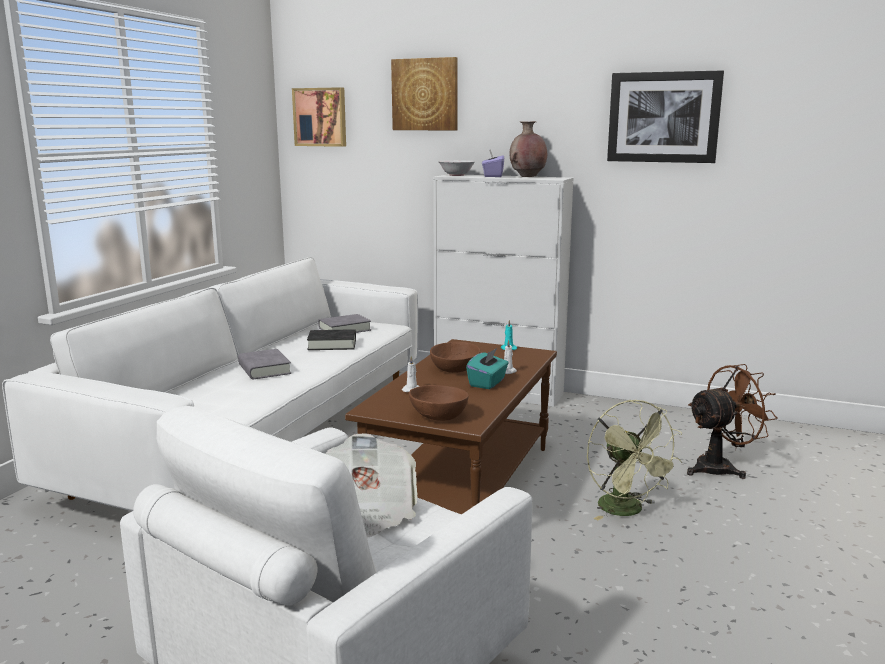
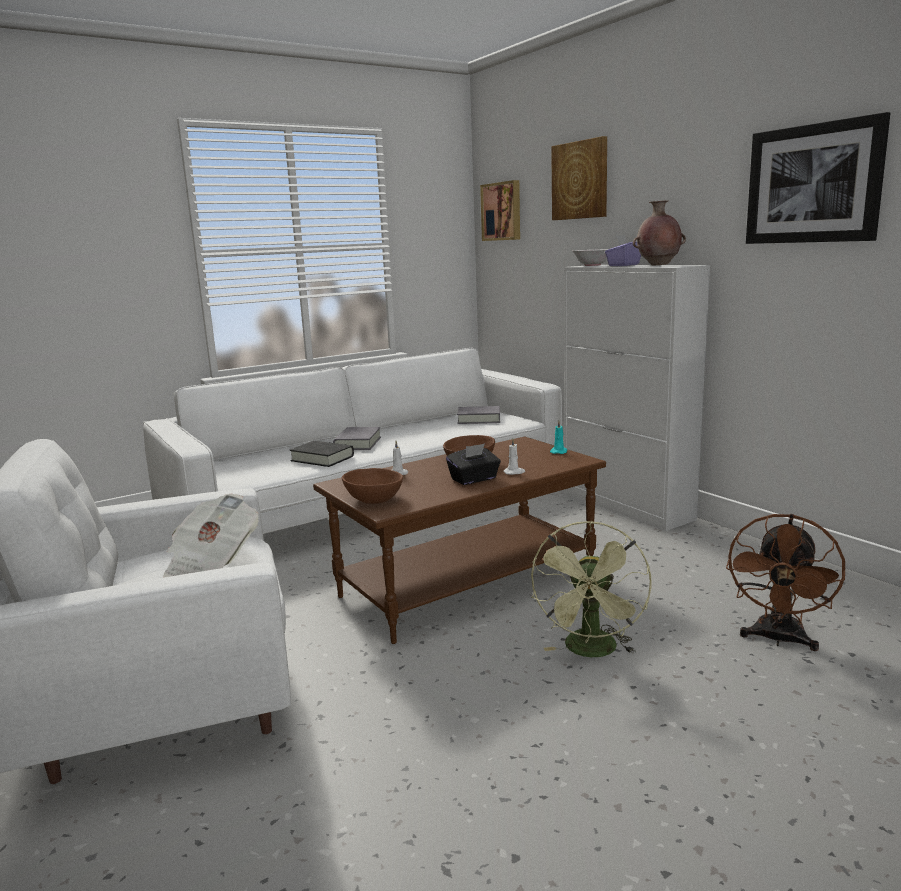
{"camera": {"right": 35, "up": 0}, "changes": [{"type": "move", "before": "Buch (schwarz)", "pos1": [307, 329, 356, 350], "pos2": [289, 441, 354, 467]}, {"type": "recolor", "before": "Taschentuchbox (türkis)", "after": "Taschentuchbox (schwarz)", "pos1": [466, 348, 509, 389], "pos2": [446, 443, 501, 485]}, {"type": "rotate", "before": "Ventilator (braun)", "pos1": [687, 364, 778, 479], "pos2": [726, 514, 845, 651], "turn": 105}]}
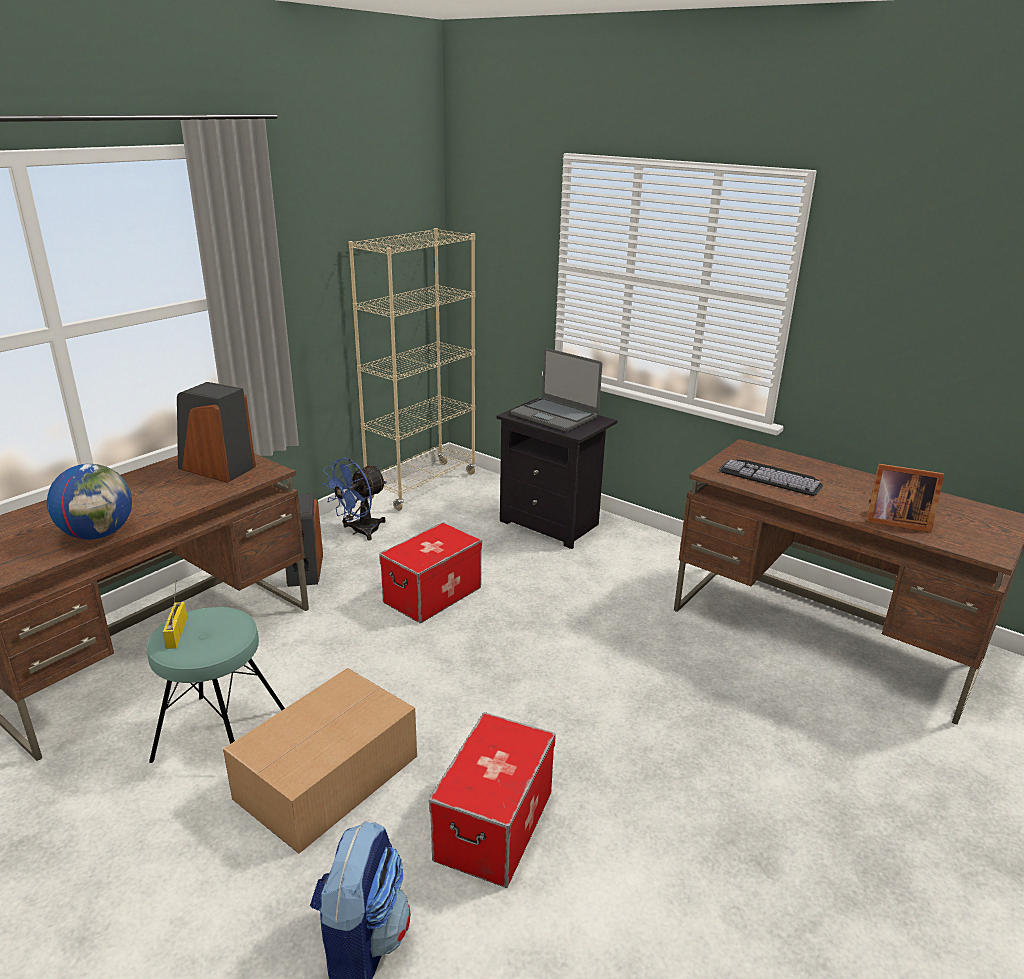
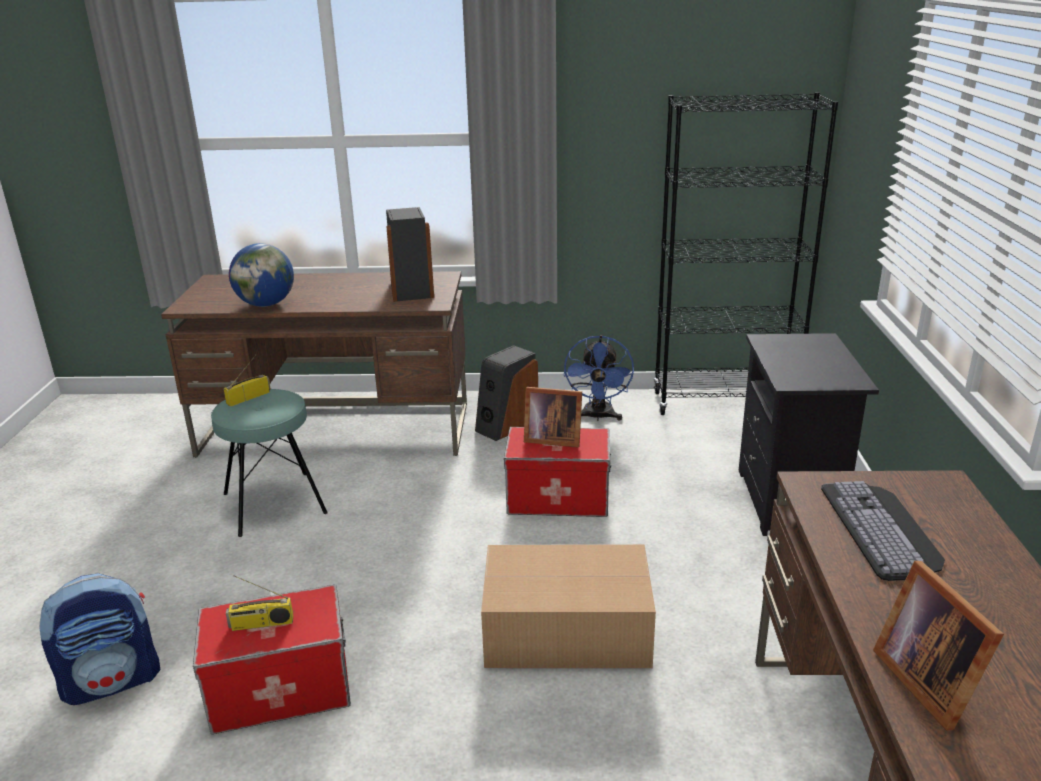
{"camera": {"right": 55, "up": 0}, "changes": [{"type": "recolor", "before": "Bücherregal (beige)", "after": "Bücherregal (schwarz)", "pos1": [349, 228, 476, 511], "pos2": [654, 92, 838, 415]}, {"type": "delete", "before": "Laptop", "pos1": [511, 348, 602, 432]}, {"type": "rotate", "before": "Ventilator (blau)", "pos1": [322, 458, 387, 541], "pos2": [564, 335, 634, 421], "turn": -90}, {"type": "move", "before": "Karton", "pos1": [223, 668, 417, 853], "pos2": [481, 544, 656, 668]}, {"type": "insert", "after": "Bilderrahmen", "pos2": [524, 387, 582, 448]}, {"type": "insert", "after": "Radio", "pos2": [226, 575, 293, 631]}]}
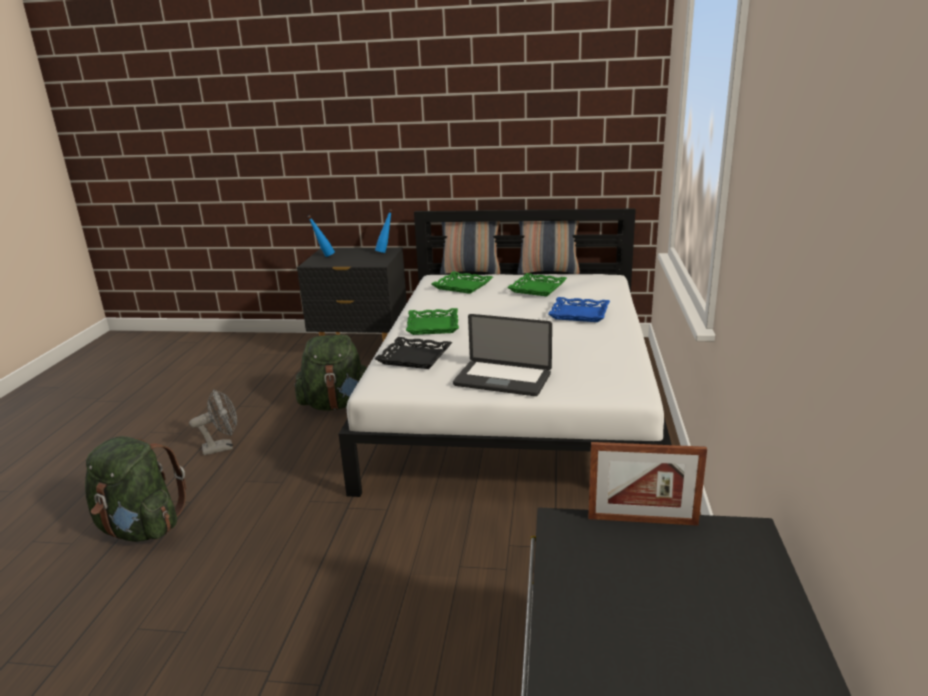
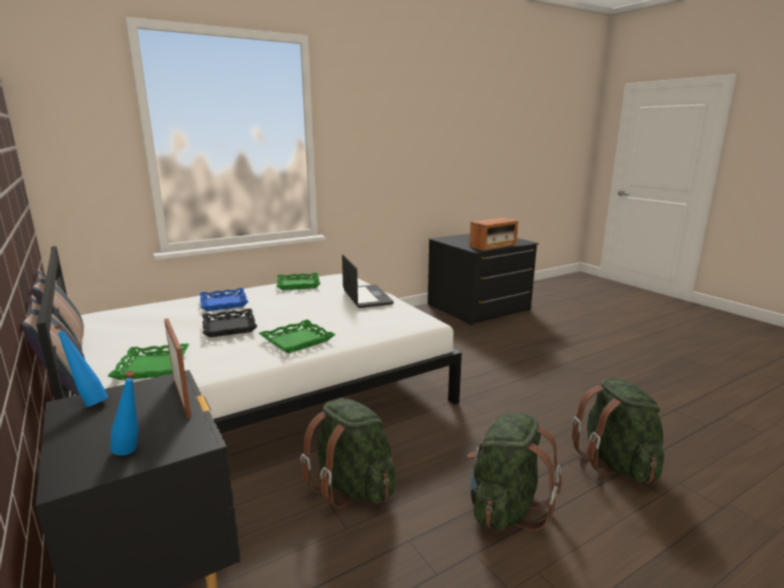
{"camera": {"right": -130, "up": -5}, "changes": [{"type": "move", "before": "Tablett (grün)", "pos1": [507, 273, 567, 296], "pos2": [277, 273, 321, 290]}, {"type": "move", "before": "Tablett (schwarz)", "pos1": [374, 337, 453, 369], "pos2": [202, 309, 257, 337]}, {"type": "replace", "before": "Ventilator (grau)", "after": "Rucksack (grün)", "pos1": [189, 390, 237, 455], "pos2": [467, 413, 562, 531]}, {"type": "move", "before": "Bilderrahmen", "pos1": [588, 442, 707, 526], "pos2": [164, 318, 191, 418]}, {"type": "insert", "after": "Radio", "pos2": [469, 218, 518, 251]}]}
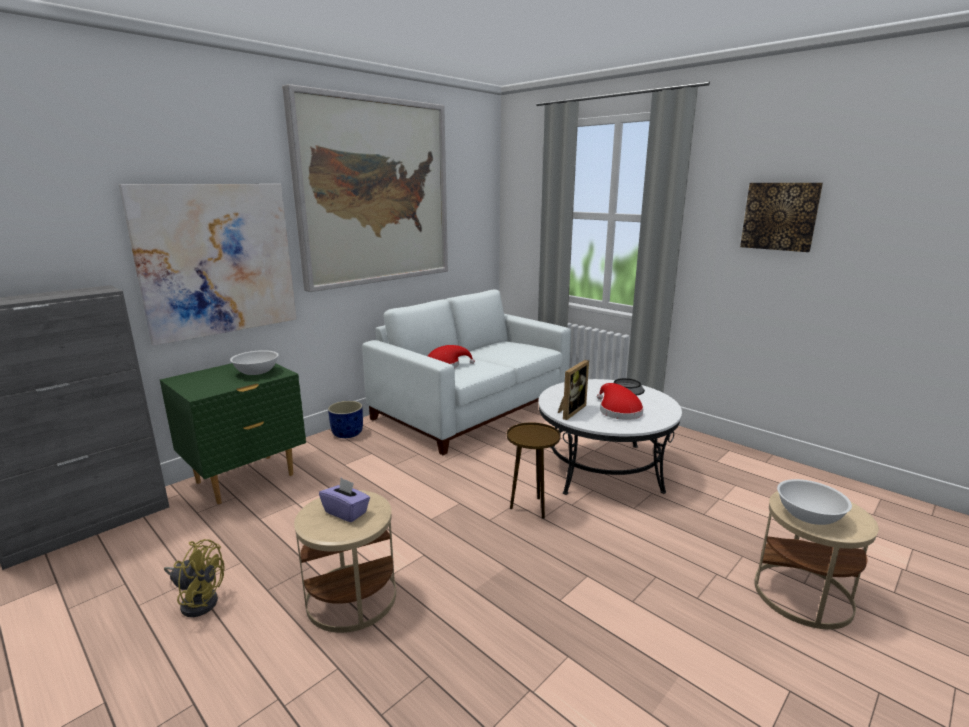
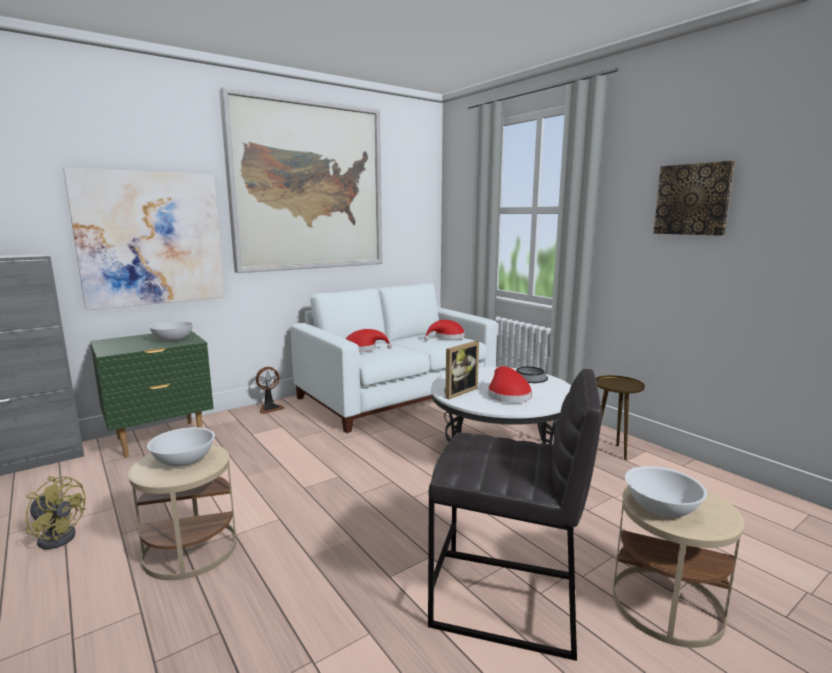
{"camera": {"right": 10, "up": -5}, "changes": [{"type": "replace", "before": "Pflanzkübel (blau)", "after": "Ventilator", "pos1": [328, 401, 363, 438], "pos2": [256, 367, 284, 414]}, {"type": "move", "before": "Beistelltisch (braun)", "pos1": [507, 422, 561, 519], "pos2": [596, 375, 645, 460]}, {"type": "replace", "before": "Taschentuchbox (lila)", "after": "Schüssel (weiß)", "pos1": [319, 478, 370, 522], "pos2": [147, 427, 215, 467]}, {"type": "insert", "after": "Hut (rot)", "pos2": [424, 320, 465, 340]}, {"type": "insert", "after": "Hocker (grau)", "pos2": [428, 369, 602, 661]}]}
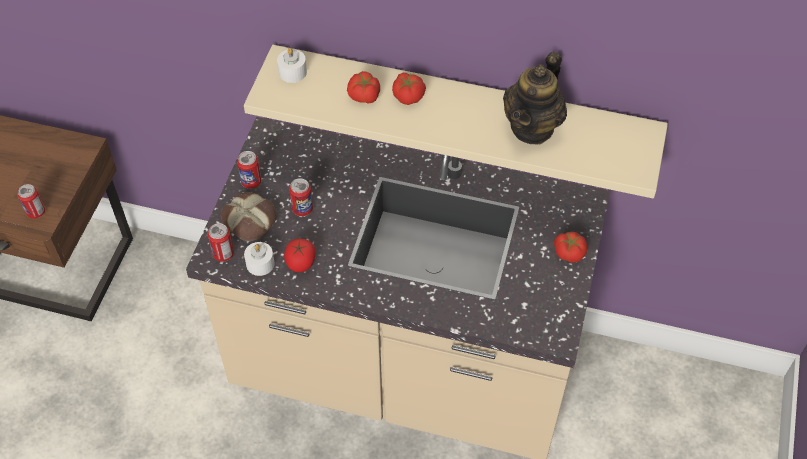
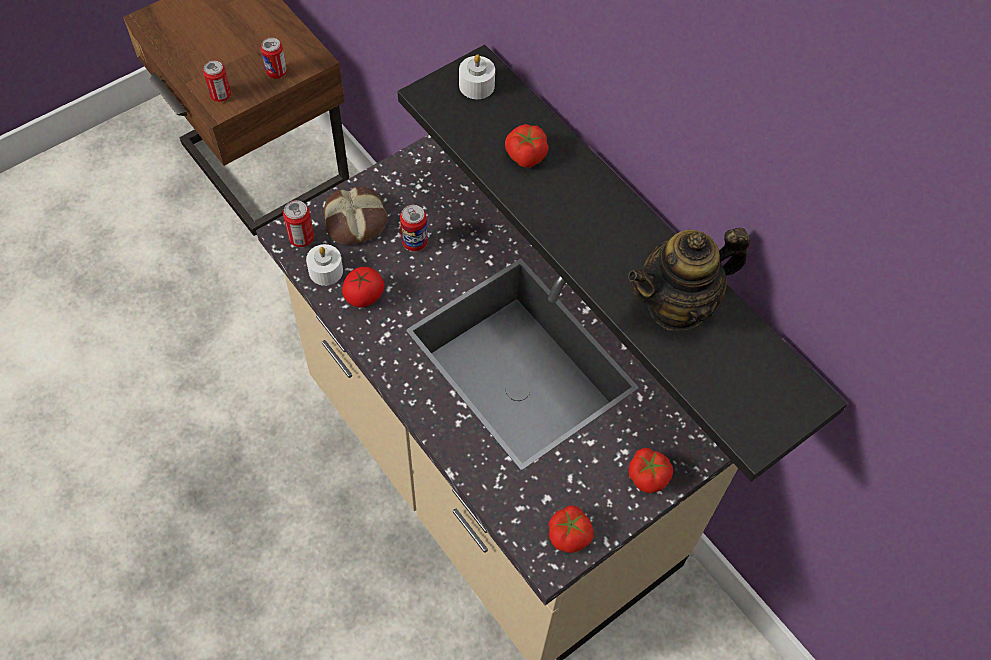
{"camera": {"right": 35, "up": 5}, "changes": [{"type": "recolor", "before": "Wandregal (beige)", "after": "Wandregal (schwarz)", "pos1": [244, 45, 668, 198], "pos2": [398, 45, 847, 482]}, {"type": "move", "before": "Tomate", "pos1": [392, 73, 426, 105], "pos2": [549, 505, 594, 553]}, {"type": "move", "before": "Dose", "pos1": [237, 151, 262, 189], "pos2": [261, 38, 287, 79]}]}
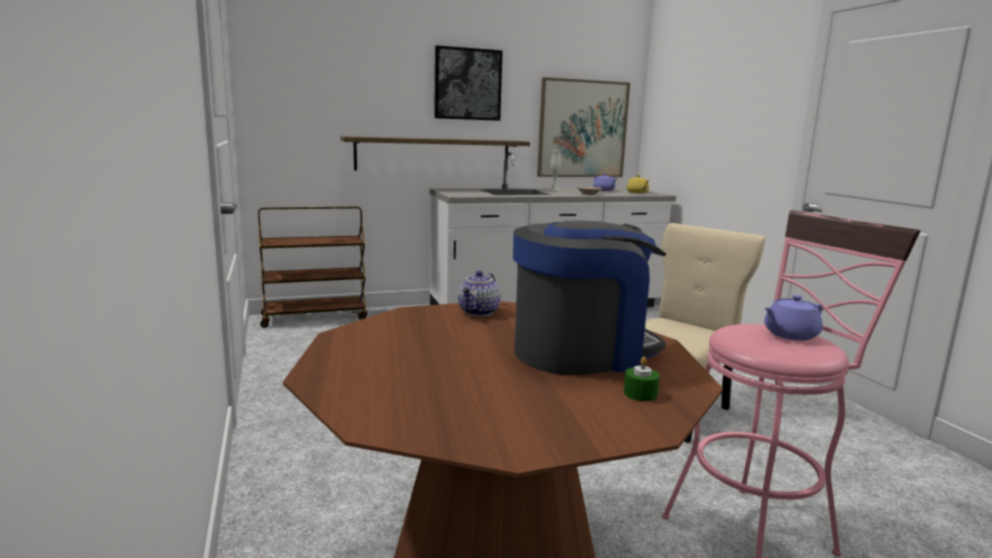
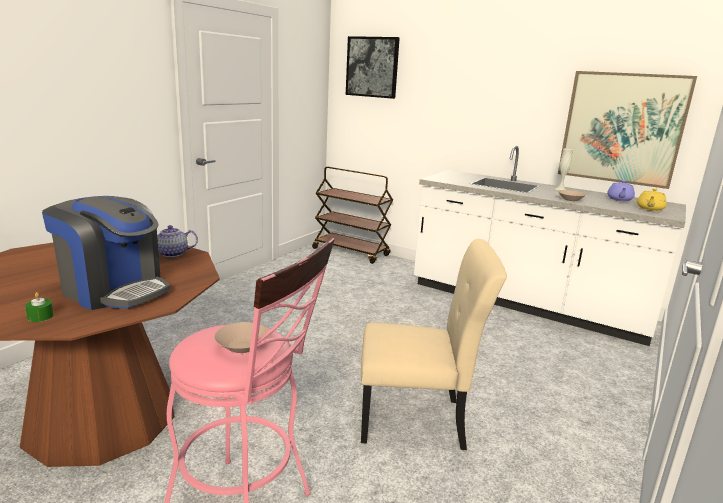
{"camera": {"right": 50, "up": 5}, "changes": [{"type": "move", "before": "Bild", "pos1": [434, 45, 503, 121], "pos2": [346, 36, 400, 99]}, {"type": "delete", "before": "Wandregal", "pos1": [341, 136, 530, 170]}, {"type": "replace", "before": "Teekanne (lila)", "after": "Schüssel (beige)", "pos1": [764, 295, 823, 341], "pos2": [214, 322, 270, 353]}]}
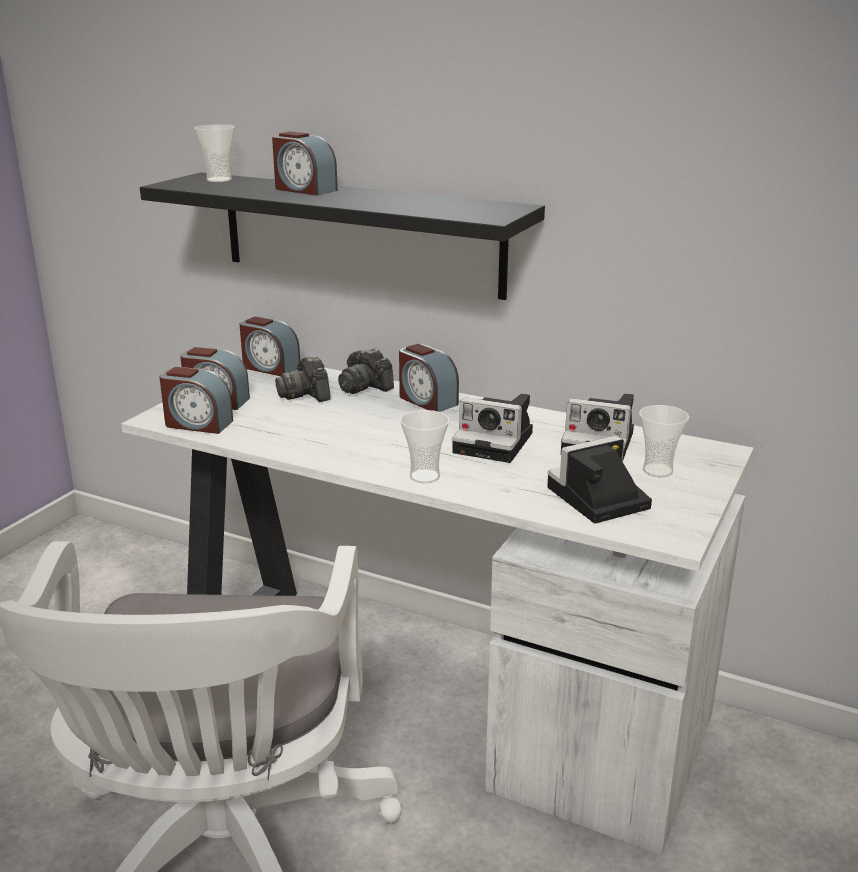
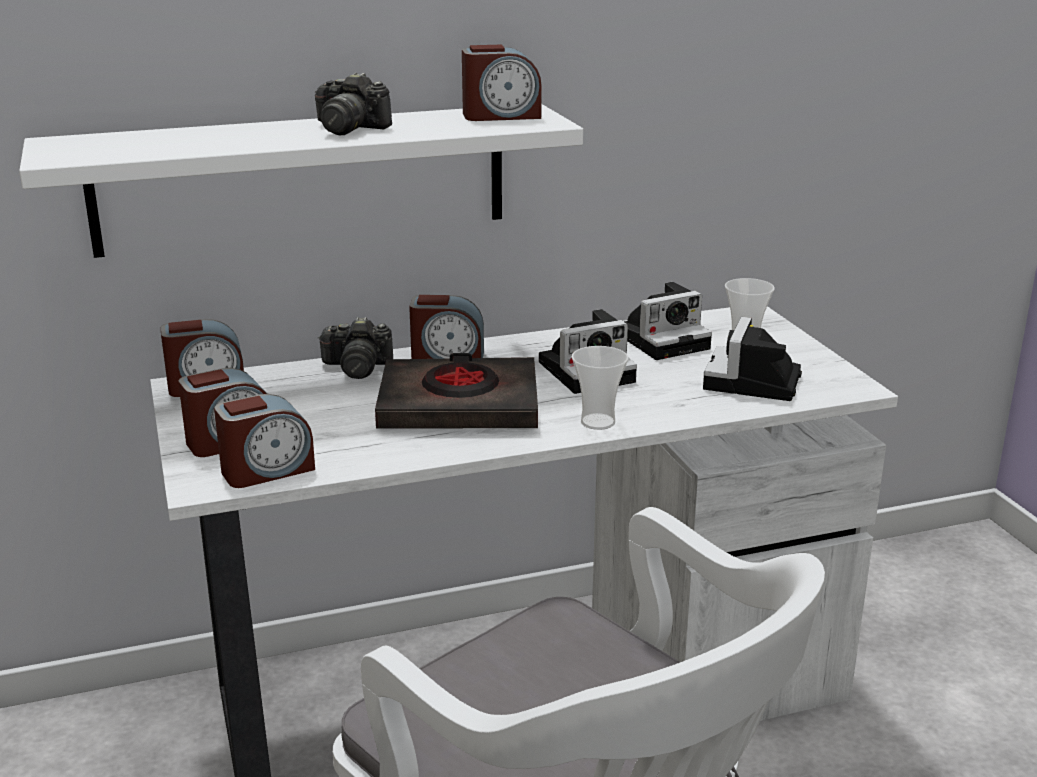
{"camera": {"right": -45, "up": 0}, "changes": [{"type": "delete", "before": "Tasse", "pos1": [194, 124, 235, 182]}, {"type": "move", "before": "Wecker", "pos1": [272, 131, 338, 196], "pos2": [462, 45, 542, 121]}, {"type": "recolor", "before": "Wandregal (schwarz)", "after": "Wandregal (weiß)", "pos1": [140, 172, 545, 300], "pos2": [19, 104, 583, 258]}, {"type": "move", "before": "Kamera", "pos1": [275, 357, 331, 402], "pos2": [315, 72, 392, 135]}, {"type": "insert", "after": "Buch (schwarz)", "pos2": [375, 353, 538, 429]}]}
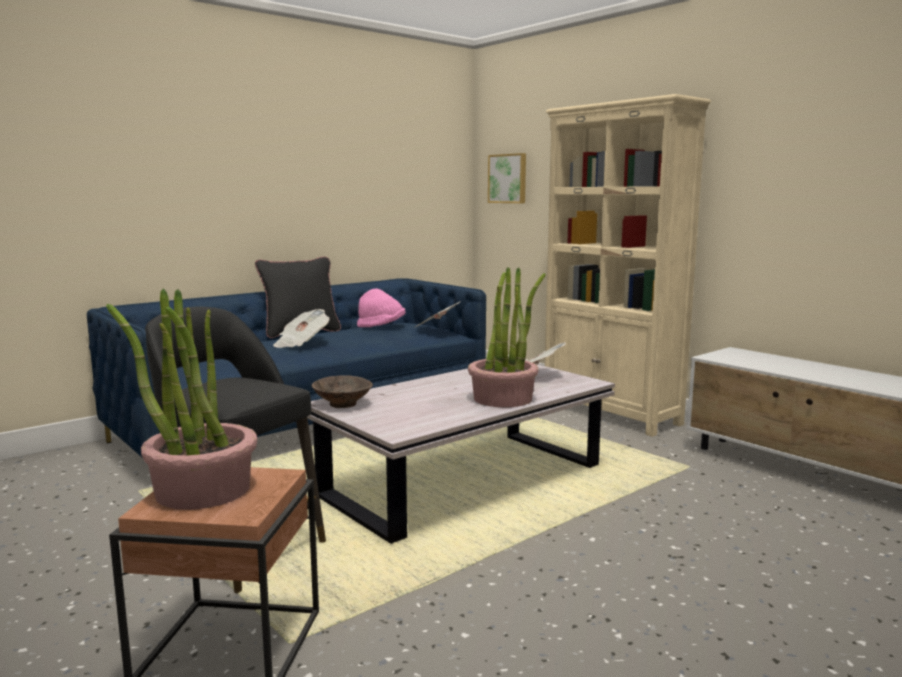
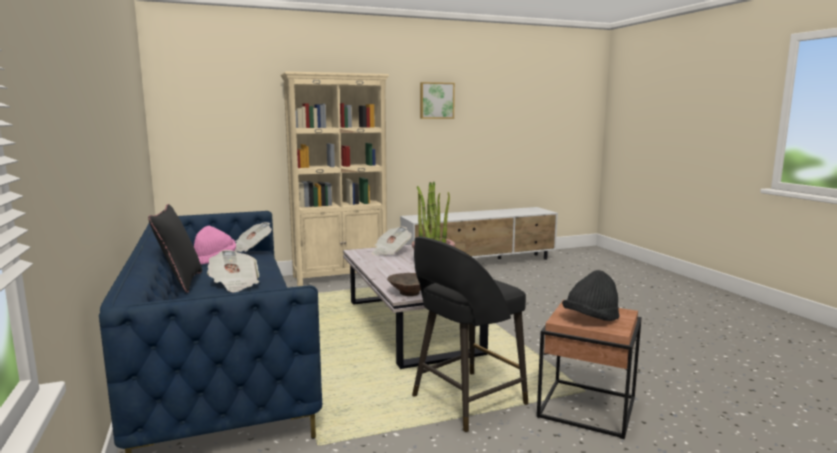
{"camera": {"right": -70, "up": 0}, "changes": [{"type": "move", "before": "Bild", "pos1": [488, 153, 526, 203], "pos2": [420, 82, 455, 119]}, {"type": "replace", "before": "Topfpflanze", "after": "Hut (schwarz)", "pos1": [106, 289, 257, 510], "pos2": [562, 270, 619, 321]}]}
